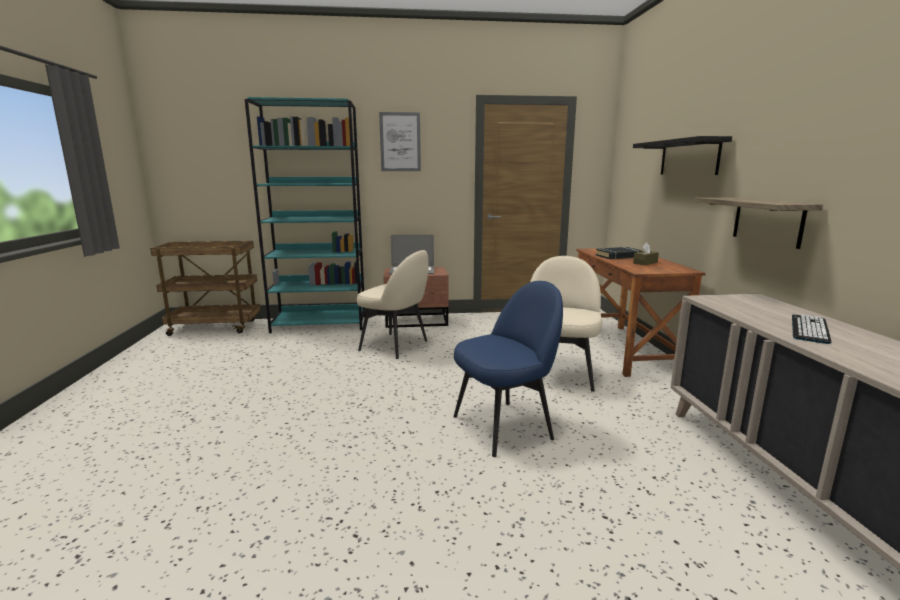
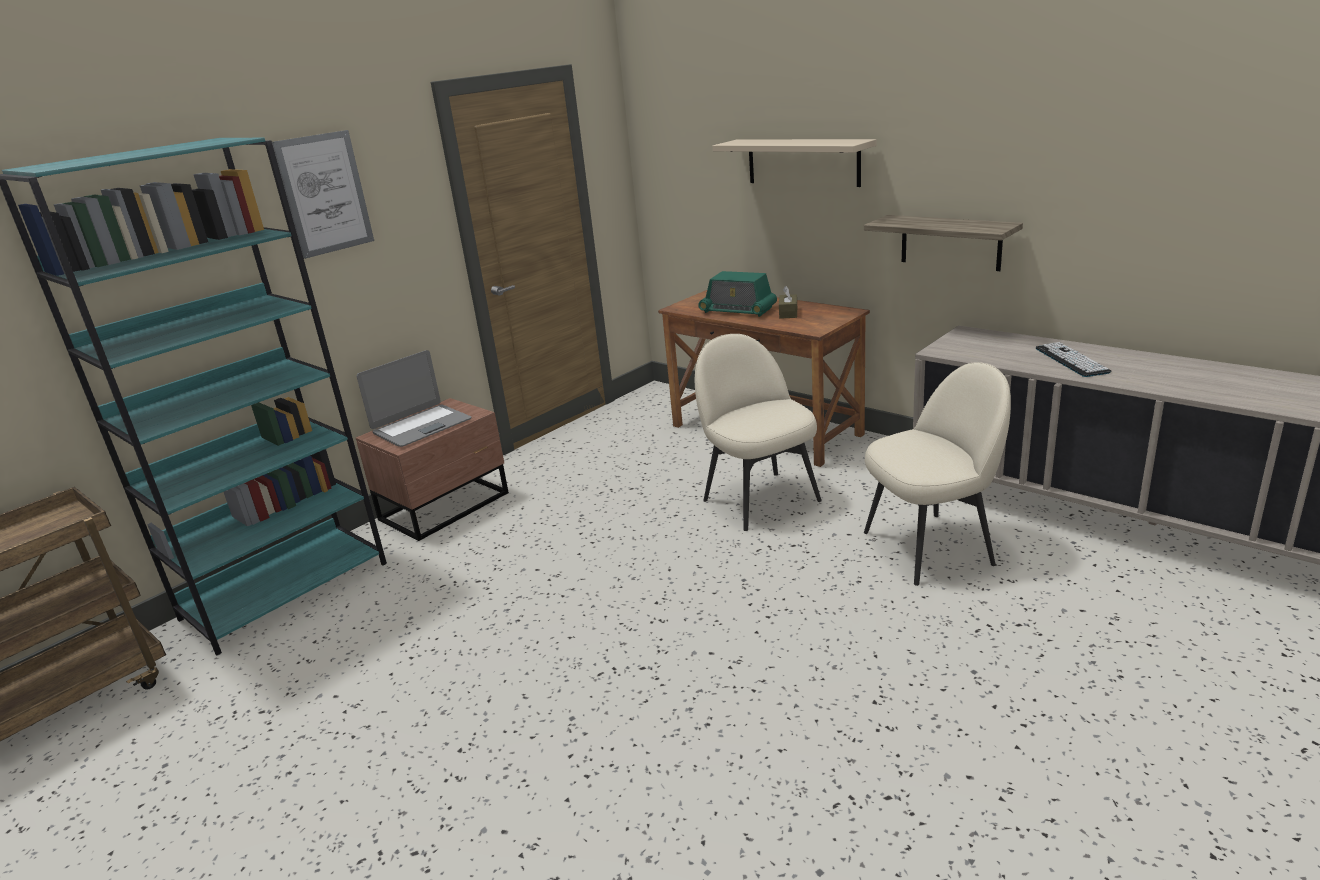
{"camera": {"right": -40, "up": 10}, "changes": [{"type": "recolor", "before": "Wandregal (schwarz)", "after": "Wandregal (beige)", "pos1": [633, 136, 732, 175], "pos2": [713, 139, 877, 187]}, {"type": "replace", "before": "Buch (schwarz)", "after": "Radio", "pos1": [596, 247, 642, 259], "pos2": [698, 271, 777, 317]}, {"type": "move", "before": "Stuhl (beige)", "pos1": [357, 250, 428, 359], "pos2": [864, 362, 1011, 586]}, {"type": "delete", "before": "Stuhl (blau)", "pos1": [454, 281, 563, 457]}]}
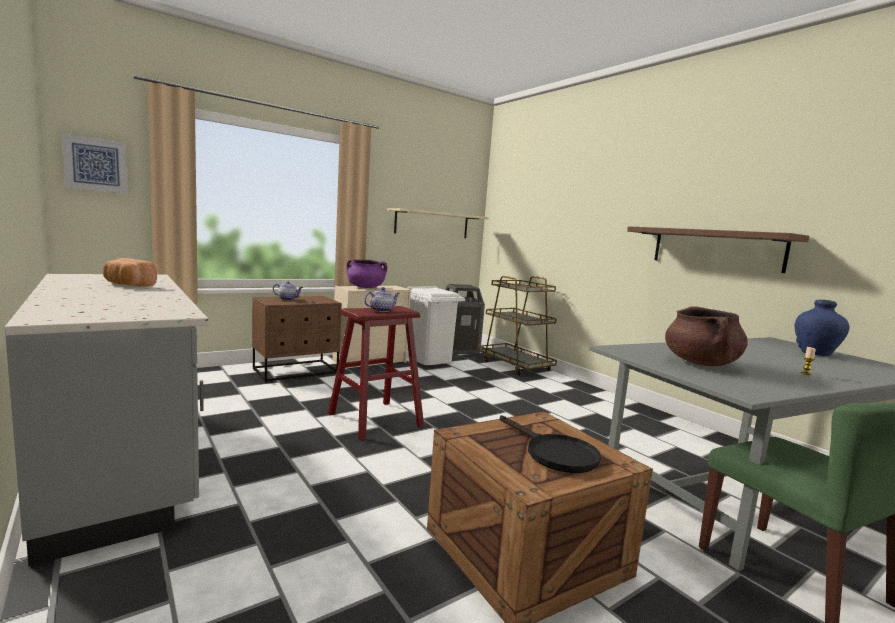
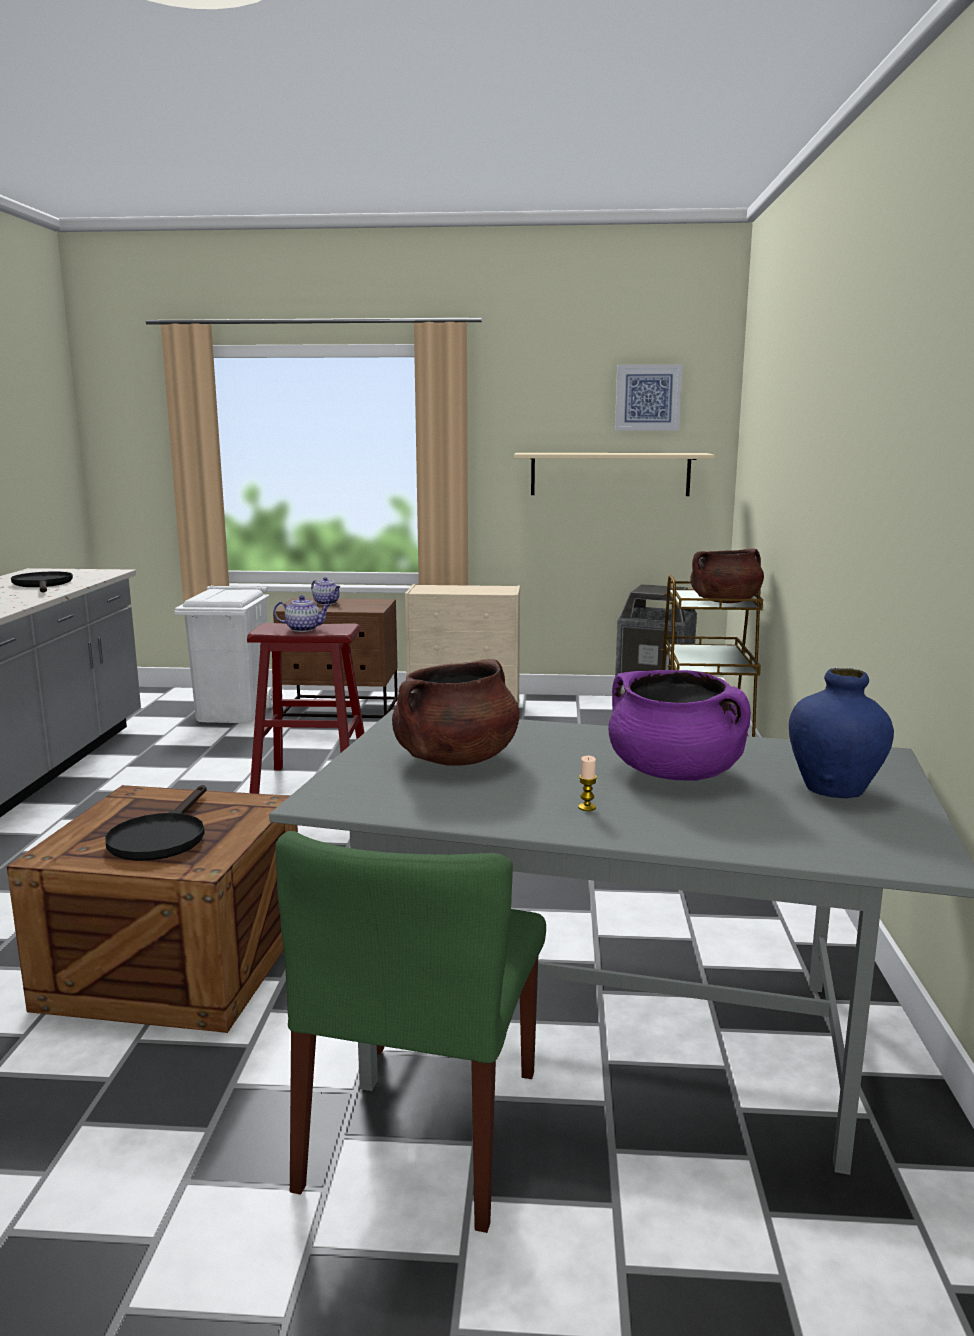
{"camera": {"right": 40, "up": 5}, "changes": [{"type": "move", "before": "Bild", "pos1": [62, 133, 128, 194], "pos2": [615, 364, 682, 431]}, {"type": "delete", "before": "Wandregal (braun)", "pos1": [627, 226, 809, 273]}, {"type": "replace", "before": "Brot", "after": "Pfanne (schwarz)", "pos1": [103, 258, 157, 287], "pos2": [11, 571, 73, 593]}, {"type": "move", "before": "Kochtopf (lila)", "pos1": [346, 259, 387, 288], "pos2": [608, 670, 751, 781]}, {"type": "move", "before": "Mülleimer (weiß)", "pos1": [407, 286, 465, 365], "pos2": [174, 585, 273, 723]}, {"type": "insert", "after": "Kochtopf (braun)", "pos2": [690, 549, 764, 603]}]}
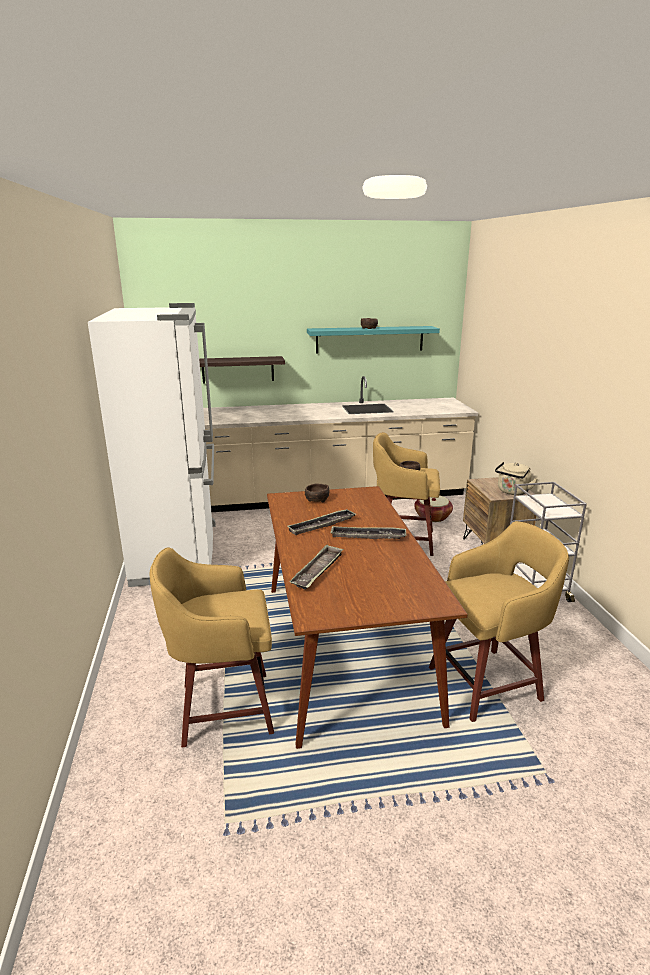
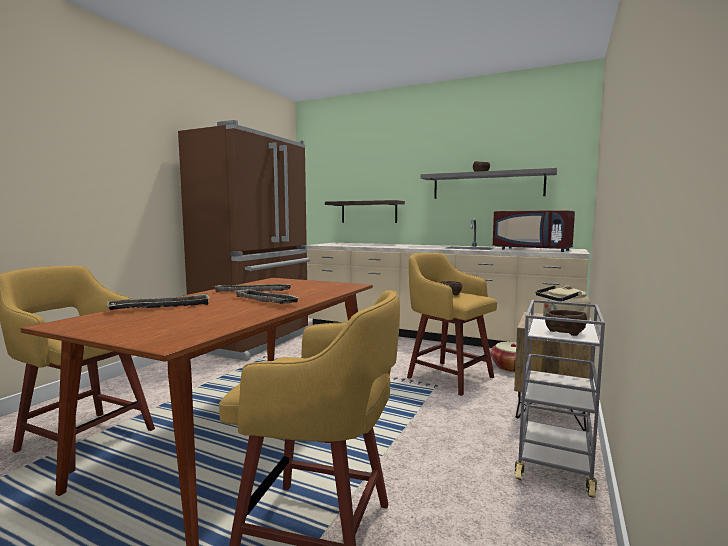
{"camera": {"right": 35, "up": -15}, "changes": [{"type": "recolor", "before": "Kühlschrank (weiß)", "after": "Kühlschrank (braun)", "pos1": [88, 303, 216, 587], "pos2": [178, 120, 310, 361]}, {"type": "recolor", "before": "Wandregal (türkis)", "after": "Wandregal (grau)", "pos1": [307, 326, 440, 353], "pos2": [421, 168, 557, 199]}, {"type": "move", "before": "Schüssel (braun)", "pos1": [305, 484, 329, 502], "pos2": [545, 310, 587, 336]}, {"type": "insert", "after": "Mikrowelle (rot)", "pos2": [493, 210, 575, 252]}]}
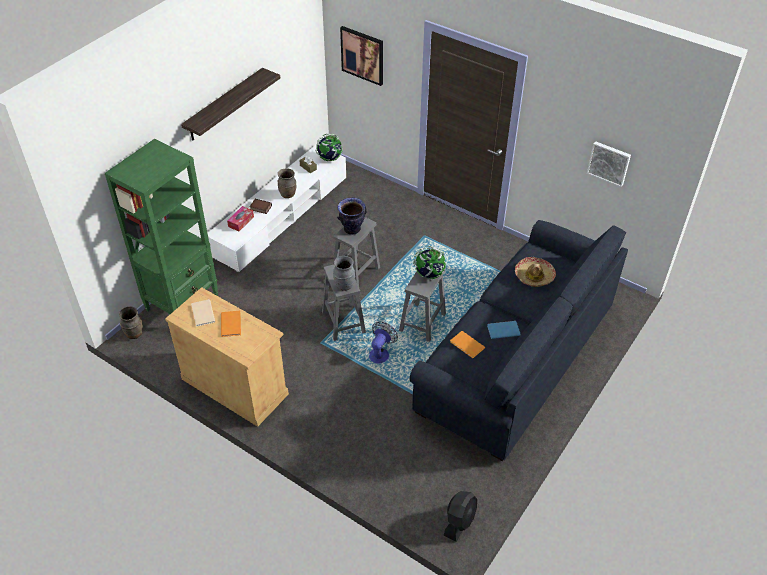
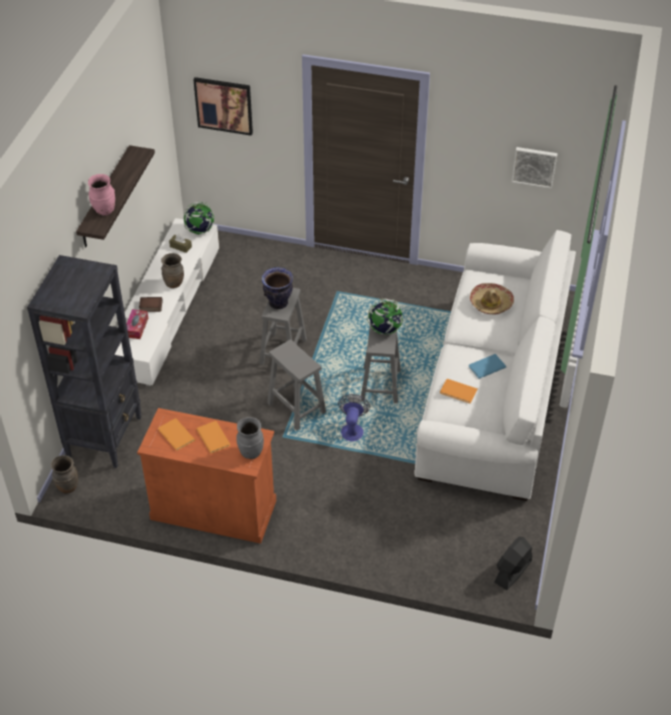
{"camera": {"right": -20, "up": 0}, "changes": [{"type": "recolor", "before": "Bücherregal (grün)", "after": "Bücherregal (schwarz)", "pos1": [105, 139, 218, 314], "pos2": [27, 255, 142, 468]}, {"type": "recolor", "before": "Sofa (blau)", "after": "Sofa (weiß)", "pos1": [410, 220, 628, 461], "pos2": [414, 230, 576, 501]}, {"type": "move", "before": "Vase (grau)", "pos1": [333, 256, 355, 291], "pos2": [236, 417, 264, 459]}, {"type": "recolor", "before": "Schrank (beige)", "after": "Schrank (orange)", "pos1": [165, 287, 289, 427], "pos2": [137, 408, 276, 544]}, {"type": "recolor", "before": "Buch (beige)", "after": "Buch (orange)", "pos1": [191, 299, 215, 327], "pos2": [158, 418, 195, 451]}, {"type": "rotate", "before": "Ventilator (schwarz)", "pos1": [444, 491, 477, 542], "pos2": [494, 537, 532, 590], "turn": -150}, {"type": "insert", "after": "Vase (rosa)", "pos2": [88, 174, 115, 215]}]}
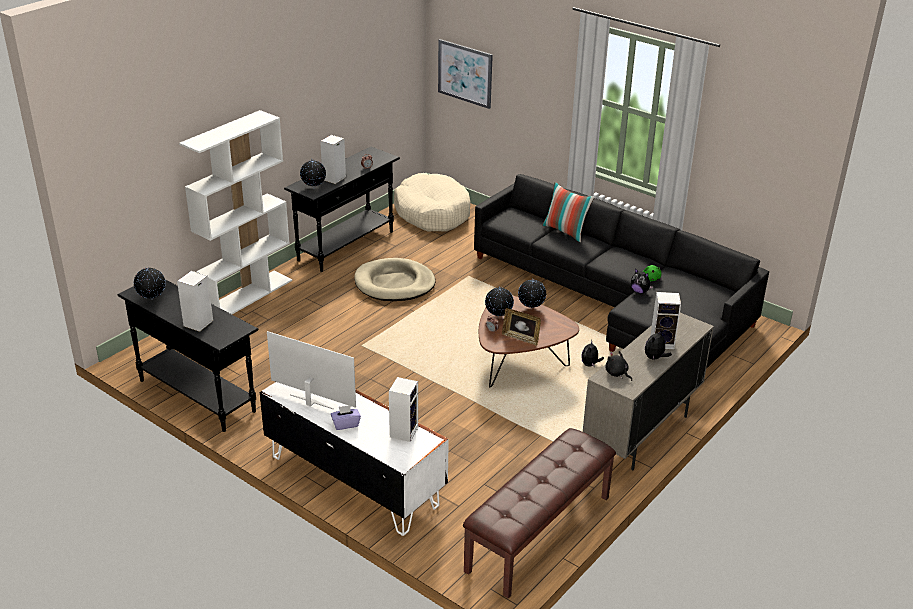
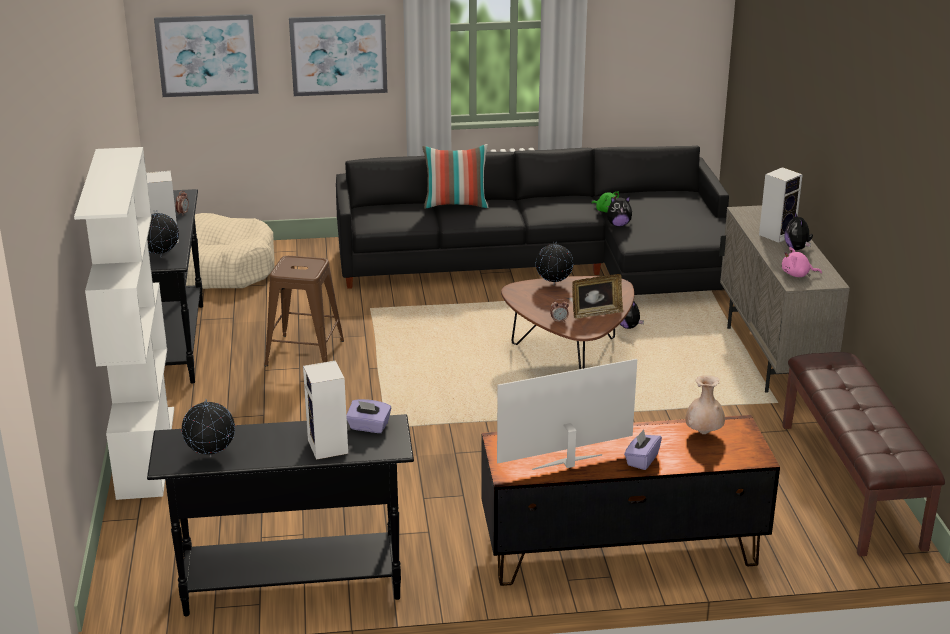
{"camera": {"right": -45, "up": -5}, "changes": [{"type": "replace", "before": "Hundebett (beige)", "after": "Hocker (braun)", "pos1": [354, 258, 435, 301], "pos2": [265, 256, 344, 366]}, {"type": "delete", "before": "Globus", "pos1": [485, 288, 514, 316]}, {"type": "recolor", "before": "Plüschtier (schwarz)", "after": "Plüschtier (rosa)", "pos1": [606, 351, 632, 381], "pos2": [782, 247, 822, 277]}, {"type": "replace", "before": "Lautsprecher", "after": "Vase (beige)", "pos1": [389, 377, 418, 442], "pos2": [685, 375, 725, 434]}, {"type": "recolor", "before": "Fernsehschrank (weiß)", "after": "Fernsehschrank (braun)", "pos1": [260, 382, 449, 536], "pos2": [481, 415, 780, 586]}, {"type": "insert", "after": "Bild", "pos2": [289, 14, 387, 96]}, {"type": "insert", "after": "Taschentuchbox (lila)", "pos2": [346, 399, 391, 433]}]}
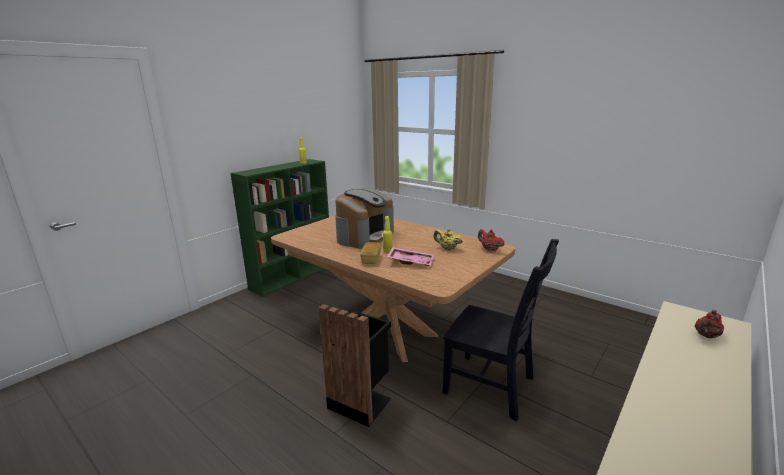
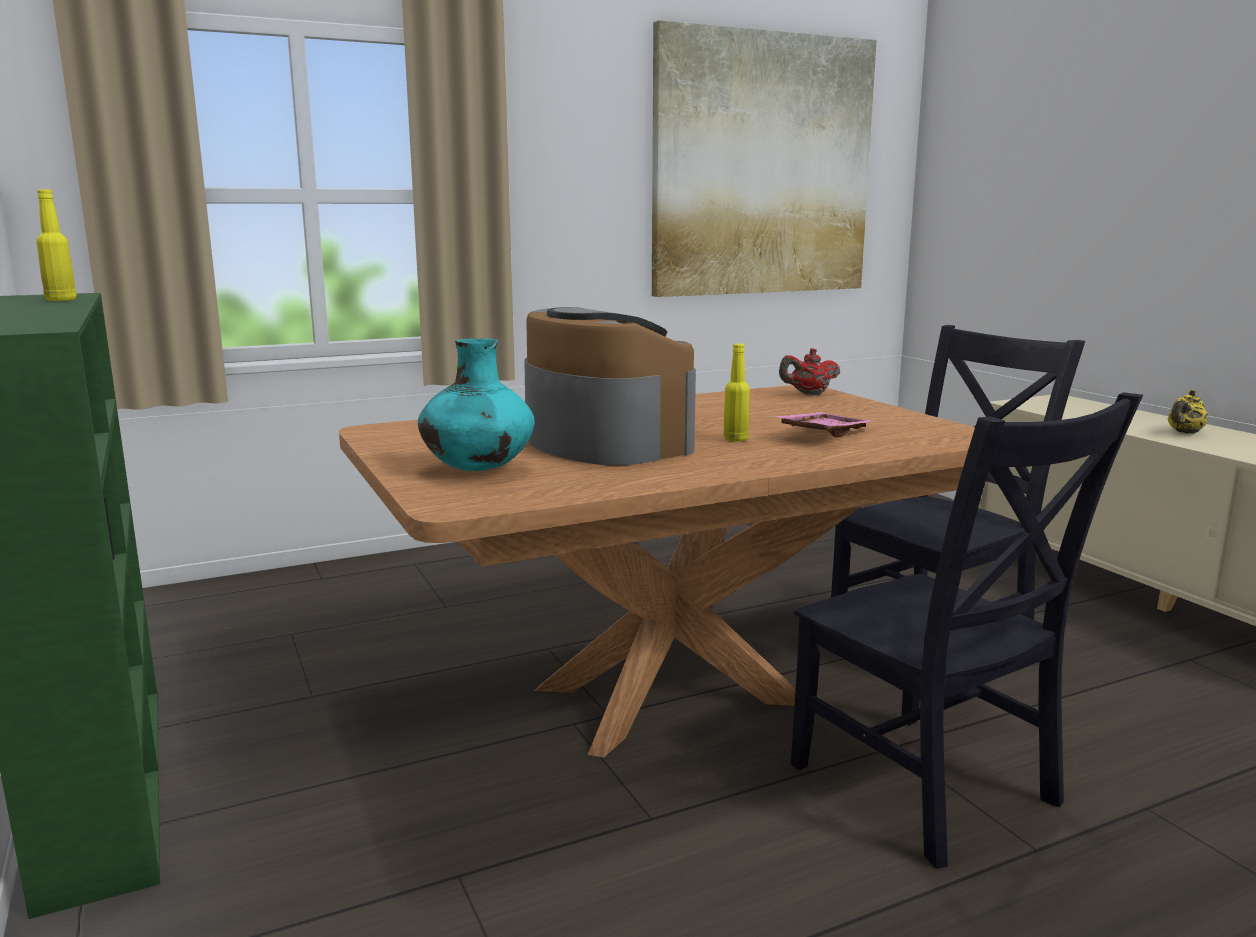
{"camera": {"right": -65, "up": -5}, "changes": [{"type": "move", "before": "Teekanne (gelb)", "pos1": [433, 229, 463, 250], "pos2": [1168, 389, 1208, 434]}, {"type": "delete", "before": "Brot", "pos1": [360, 242, 381, 264]}, {"type": "replace", "before": "Mülleimer (schwarz)", "after": "Stuhl (schwarz)", "pos1": [319, 304, 392, 427], "pos2": [791, 392, 1143, 869]}, {"type": "delete", "before": "Teekanne (rot)", "pos1": [695, 310, 724, 338]}, {"type": "insert", "after": "Bild", "pos2": [652, 20, 877, 297]}, {"type": "insert", "after": "Vase (türkis)", "pos2": [418, 339, 535, 471]}]}
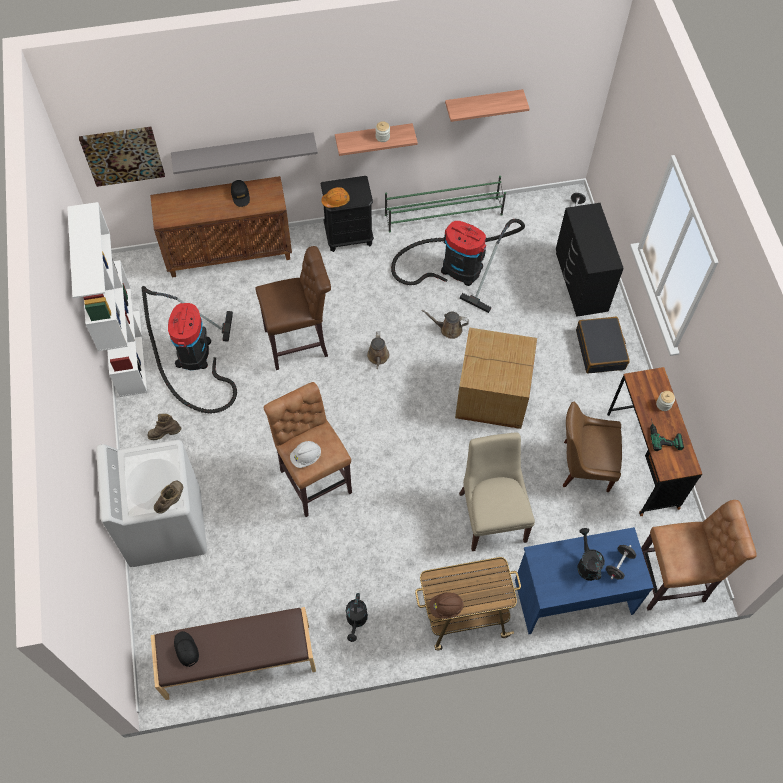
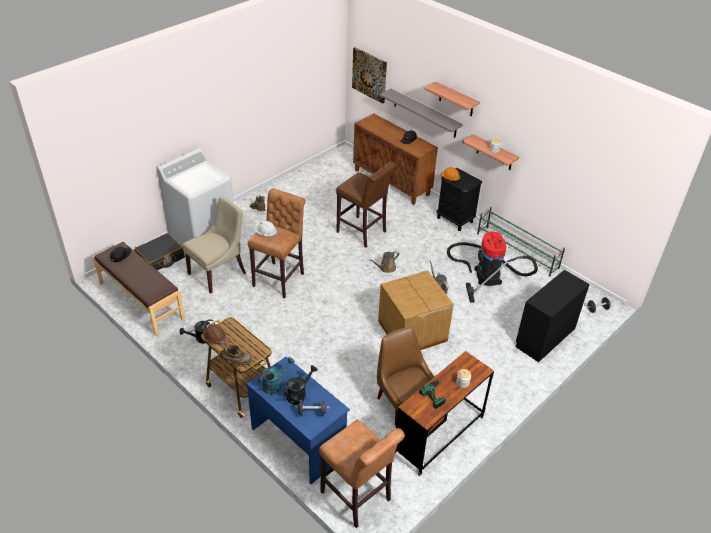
{"camera": {"right": 55, "up": -20}, "changes": [{"type": "move", "before": "Wandregal", "pos1": [445, 89, 530, 122], "pos2": [424, 82, 480, 116]}, {"type": "delete", "before": "Bücherregal (weiß)", "pos1": [67, 202, 147, 397]}, {"type": "delete", "before": "Staubsauger", "pos1": [141, 286, 237, 414]}, {"type": "move", "before": "Koffer (schwarz)", "pos1": [576, 317, 630, 374], "pos2": [134, 233, 185, 270]}, {"type": "move", "before": "Stuhl (beige)", "pos1": [459, 432, 535, 551], "pos2": [183, 196, 246, 294]}, {"type": "move", "before": "Stiefel (braun)", "pos1": [154, 480, 183, 514], "pos2": [219, 344, 252, 365]}, {"type": "insert", "after": "Gießkanne (türkis)", "pos2": [258, 357, 295, 394]}]}
